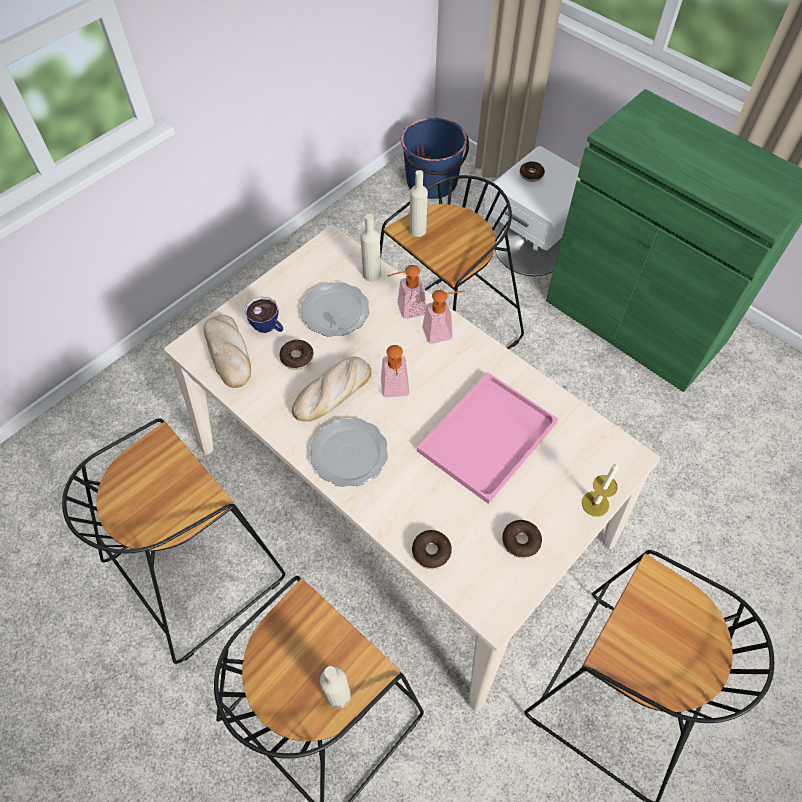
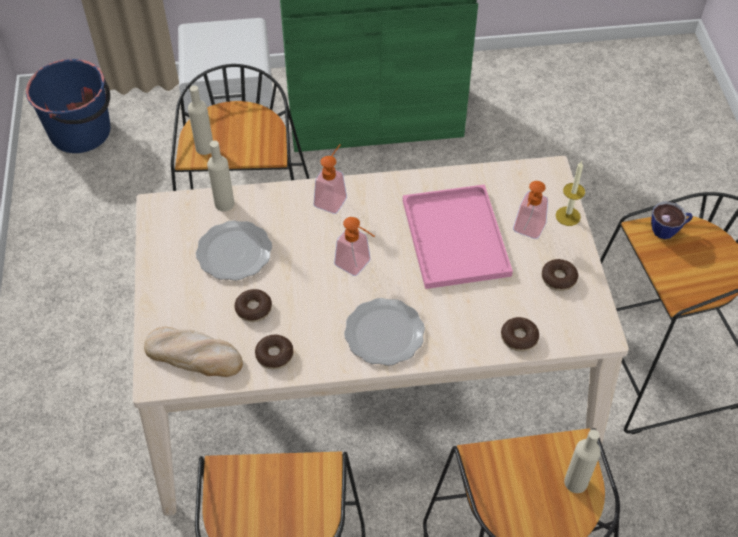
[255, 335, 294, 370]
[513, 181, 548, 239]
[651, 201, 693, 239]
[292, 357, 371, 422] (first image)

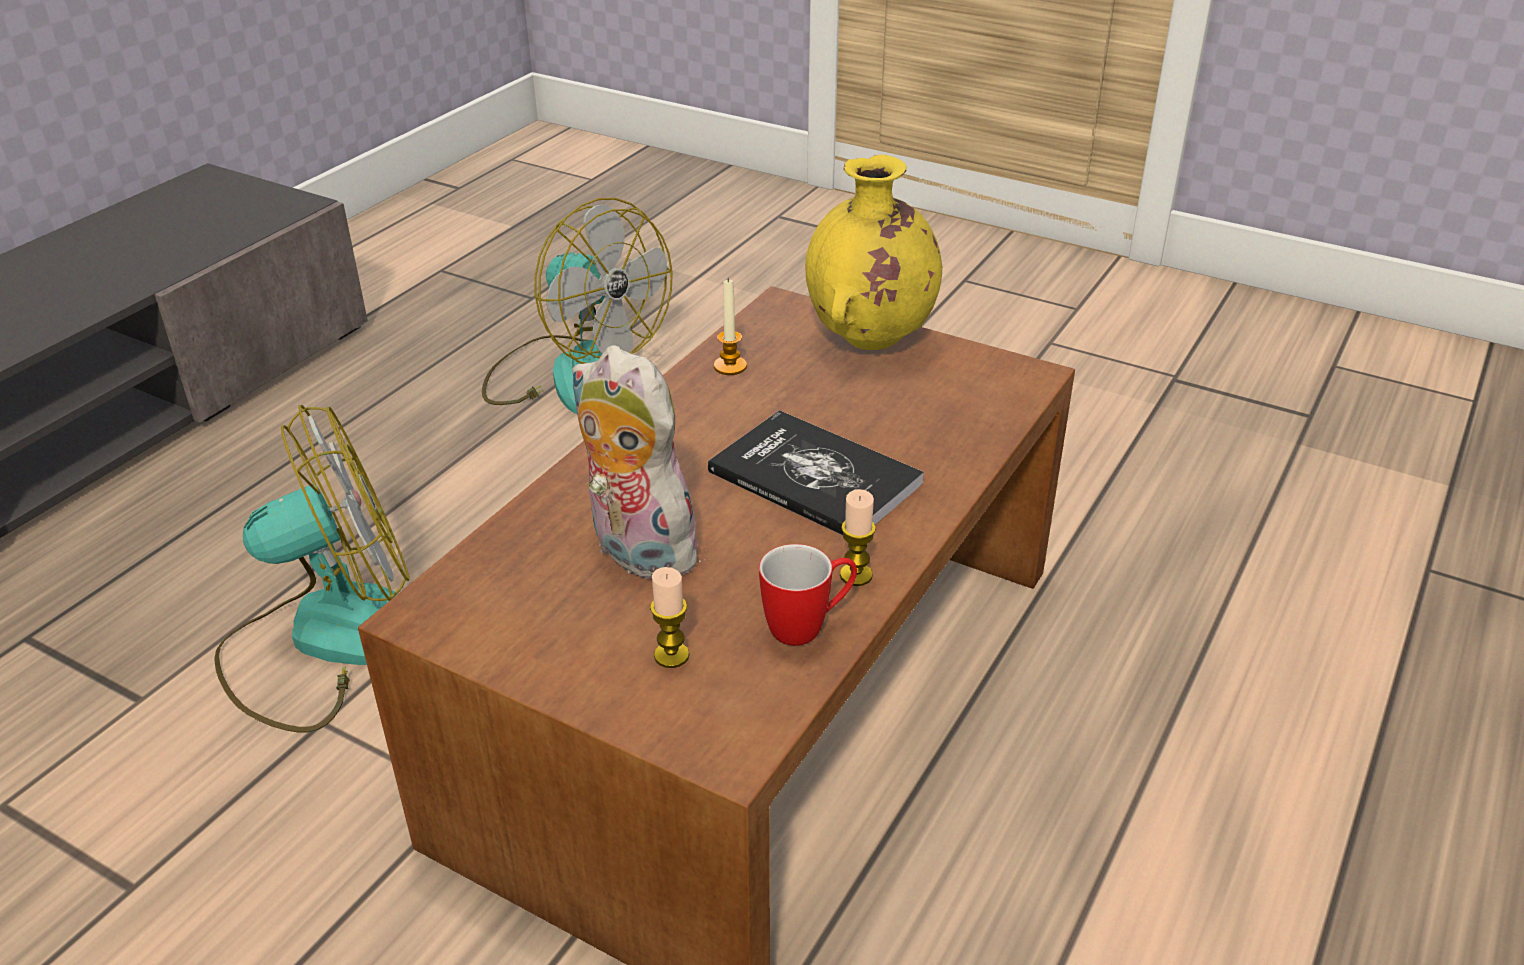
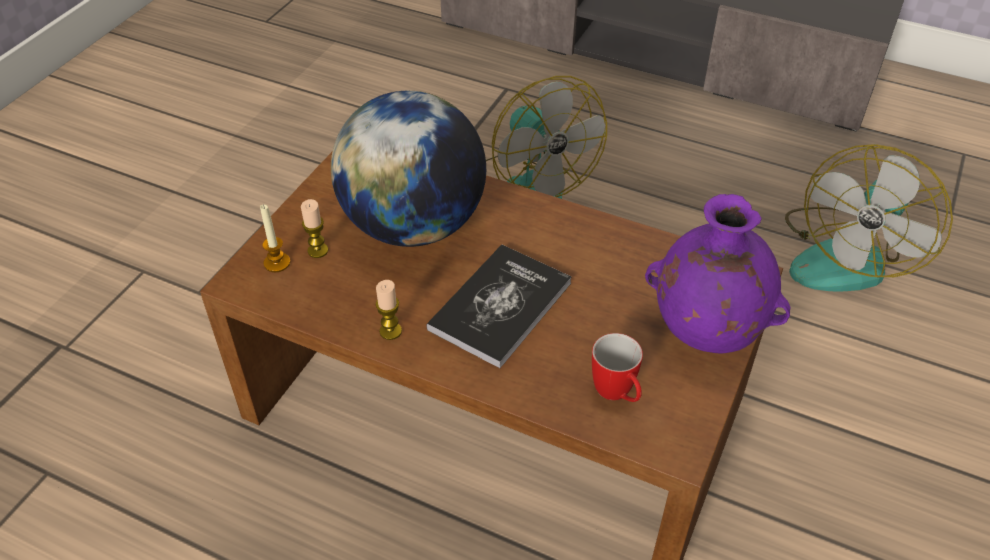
[260, 204, 290, 272]
[331, 91, 486, 247]
[592, 333, 643, 402]
[645, 194, 791, 354]

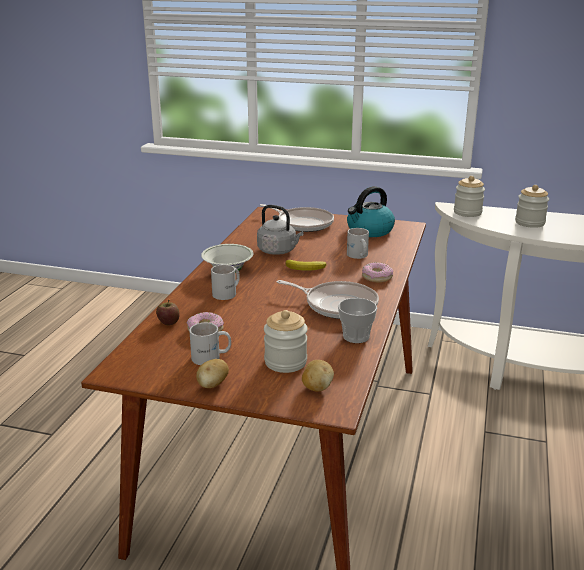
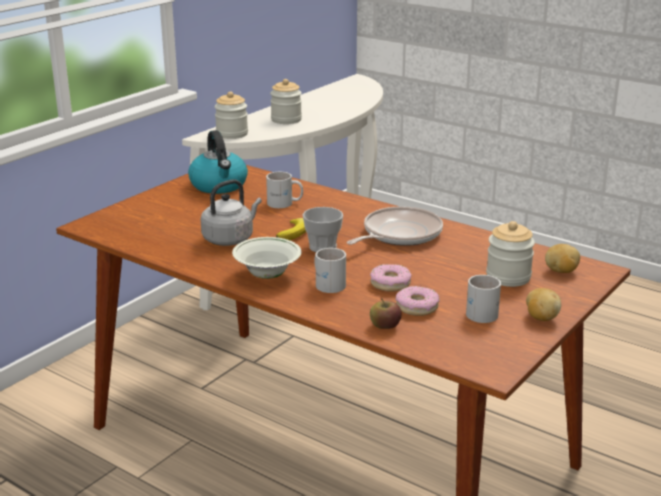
[303, 207, 343, 252]
[370, 264, 412, 292]
[260, 204, 334, 232] (first image)

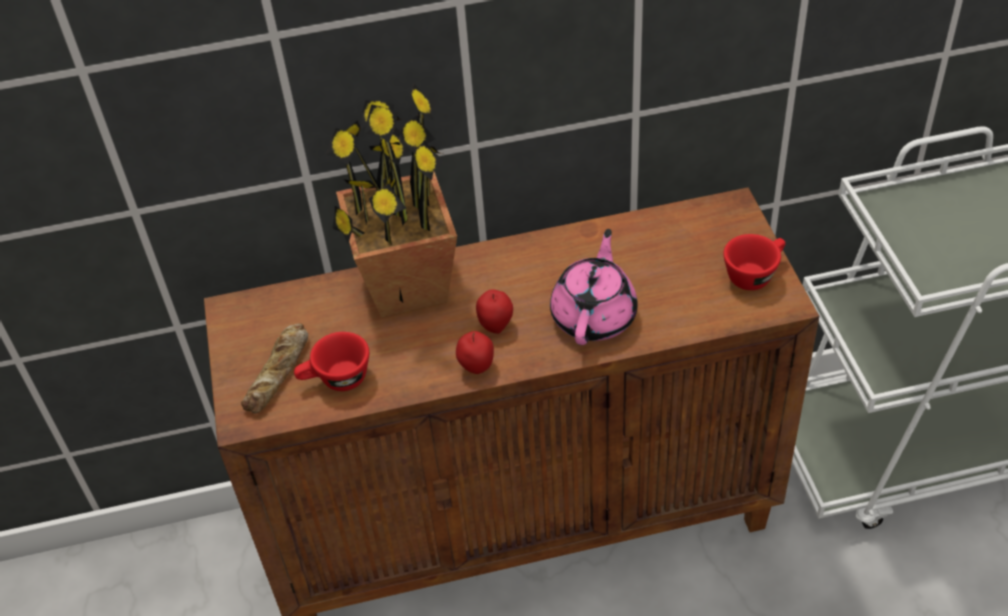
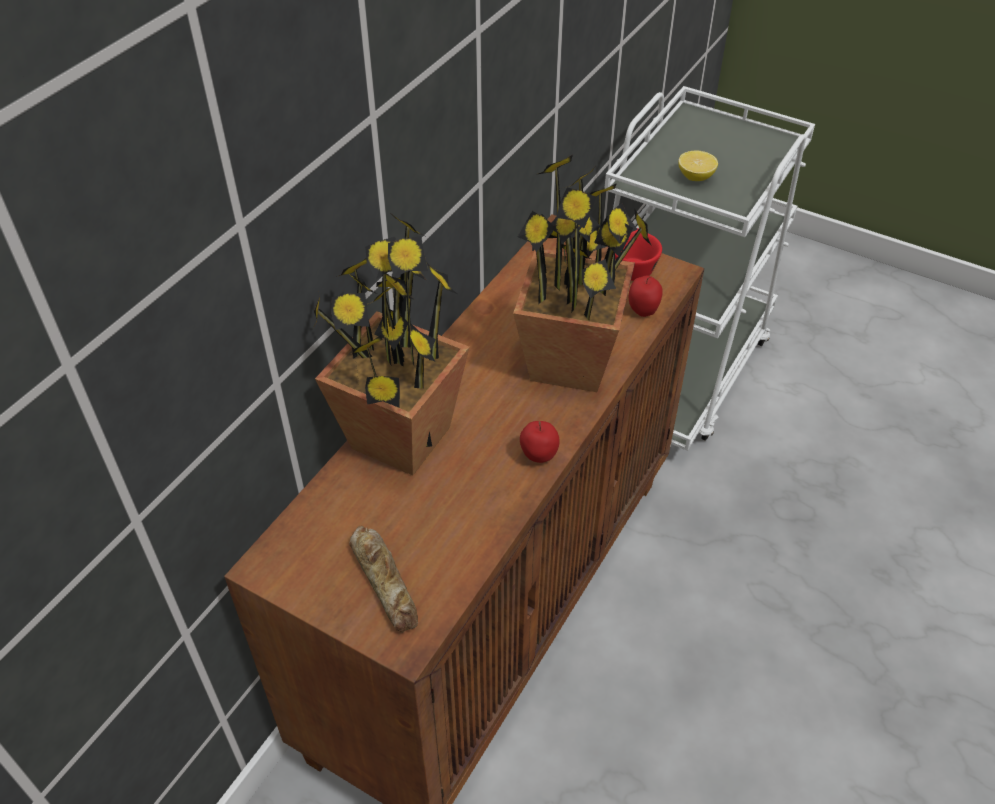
[513, 155, 652, 392]
[629, 276, 663, 317]
[678, 150, 718, 181]
[294, 332, 369, 391] (first image)

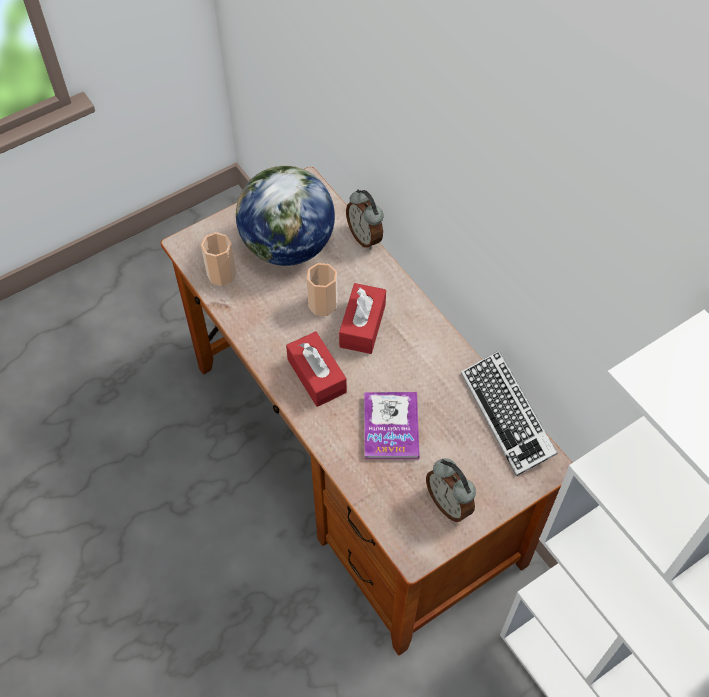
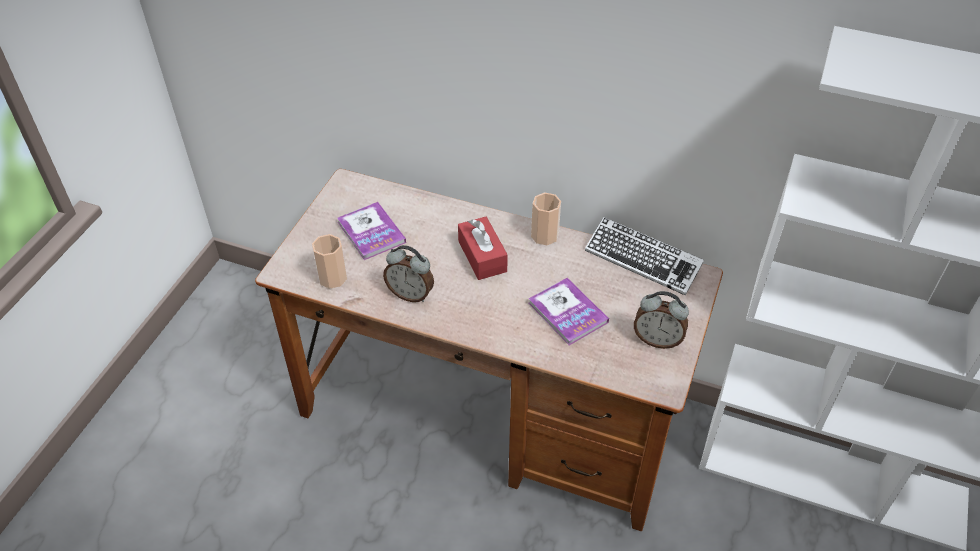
[337, 202, 406, 260]
[383, 245, 434, 302]
[531, 193, 561, 245]
[286, 331, 347, 407] (first image)

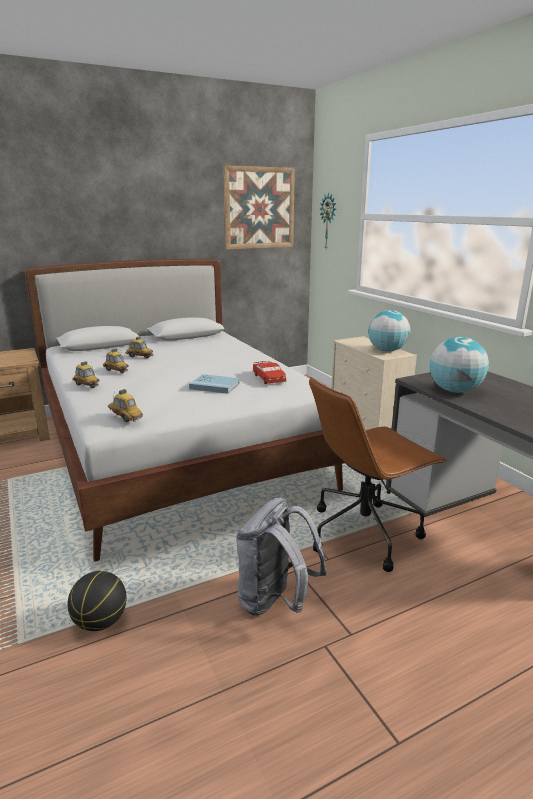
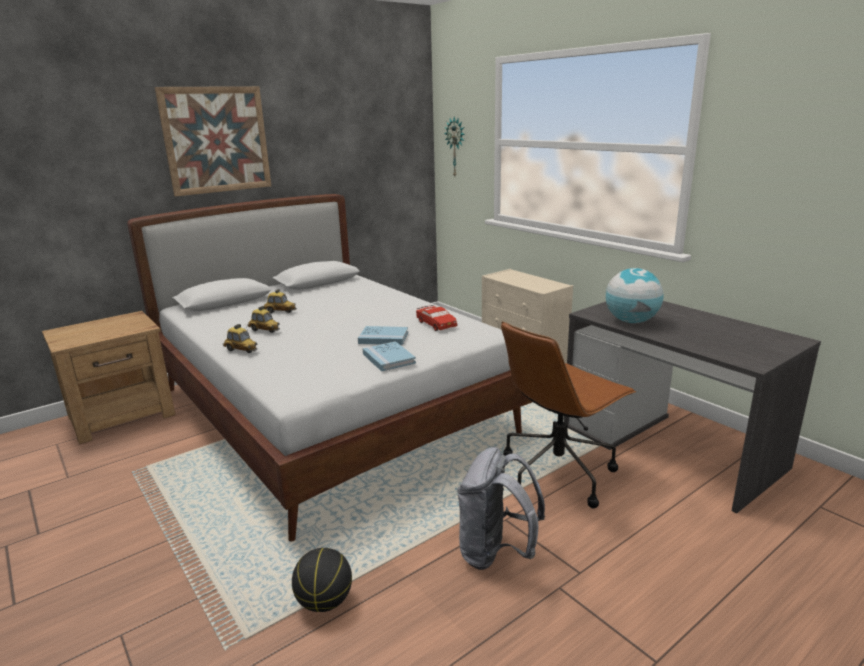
[155, 86, 271, 196]
[363, 341, 416, 371]
[108, 389, 143, 422] (first image)
[368, 310, 410, 352] (first image)

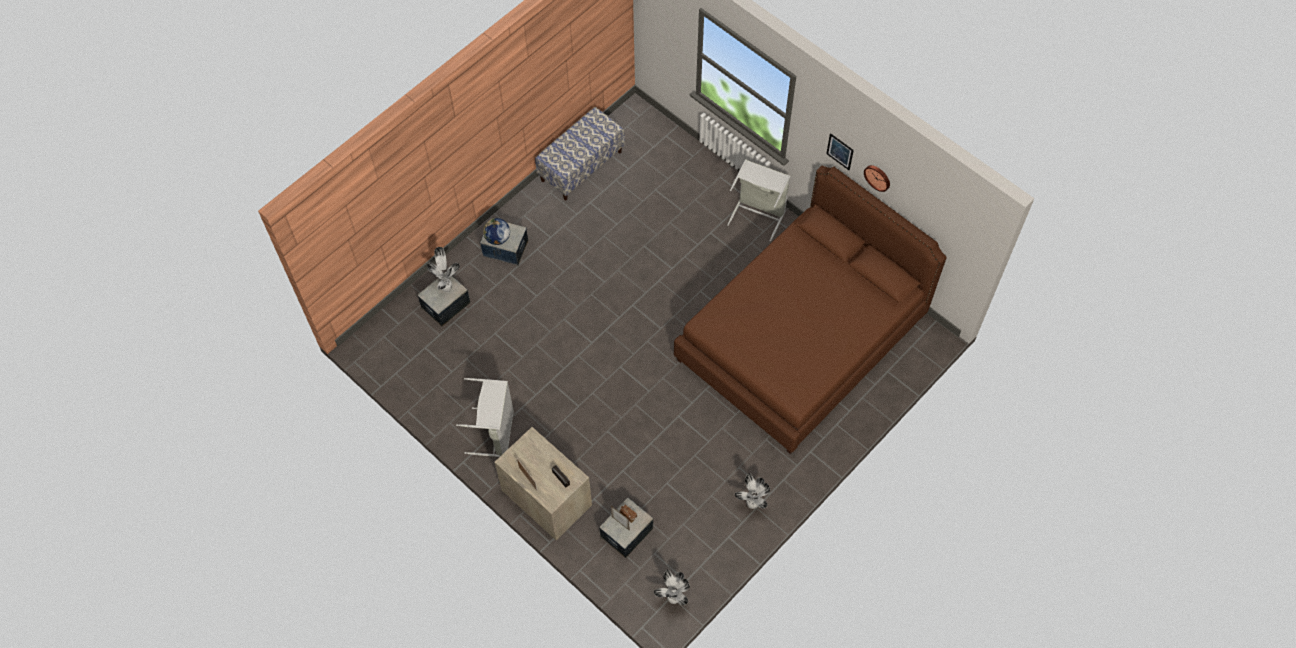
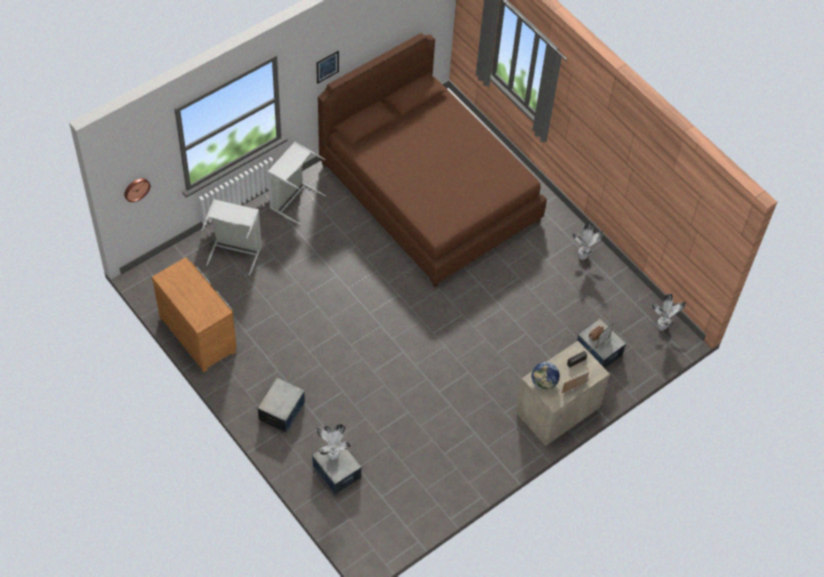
[124, 178, 150, 202]
[152, 257, 236, 372]
[201, 199, 262, 276]
[532, 362, 560, 390]

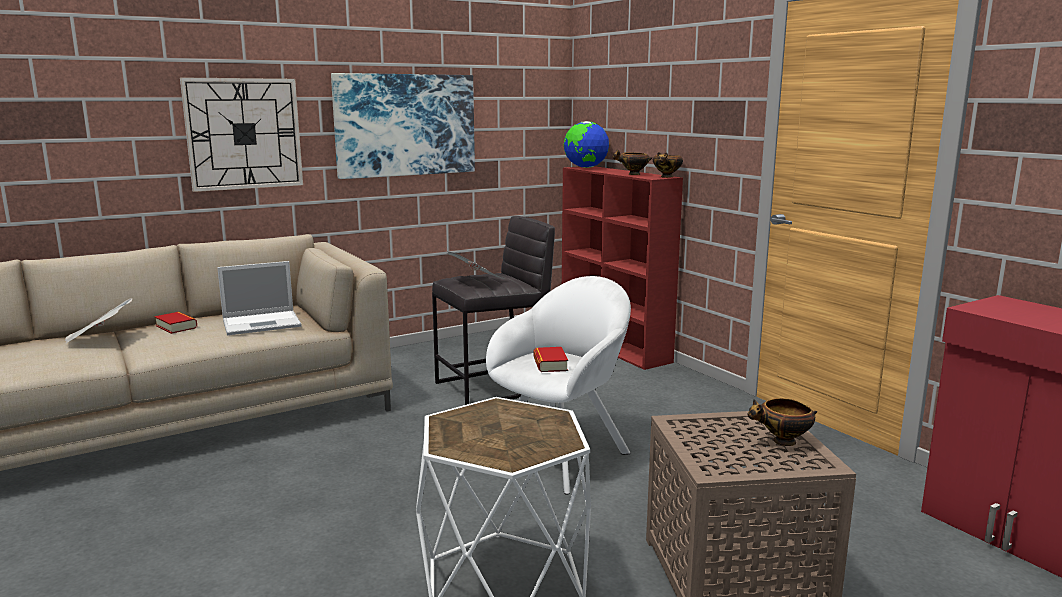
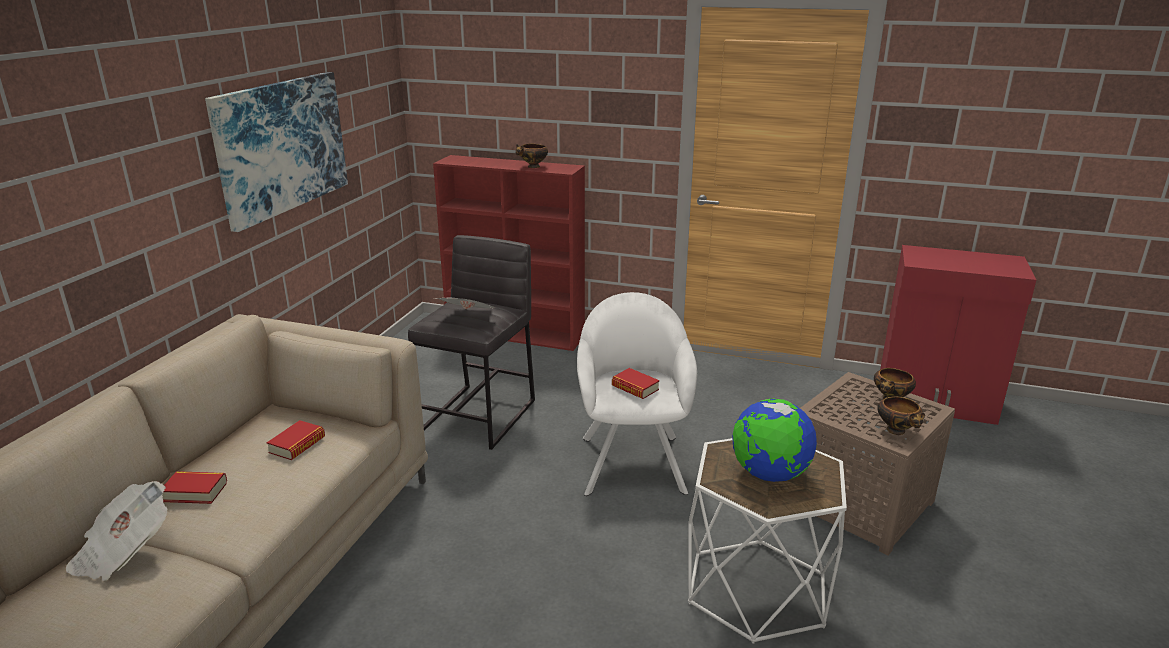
[266, 420, 325, 460]
[732, 398, 817, 482]
[878, 397, 925, 435]
[180, 77, 303, 192] (first image)

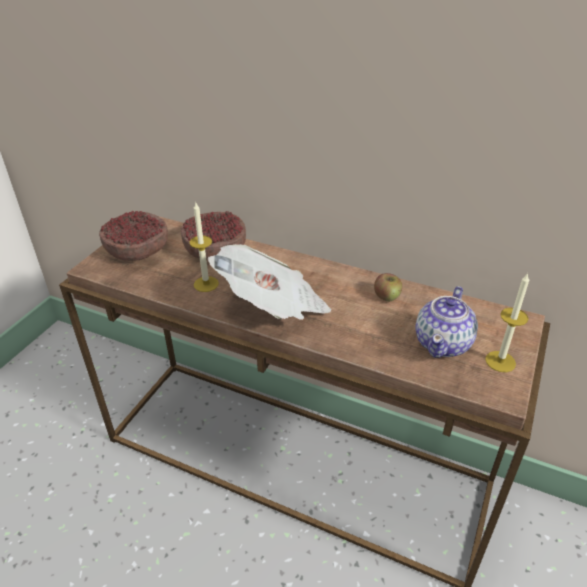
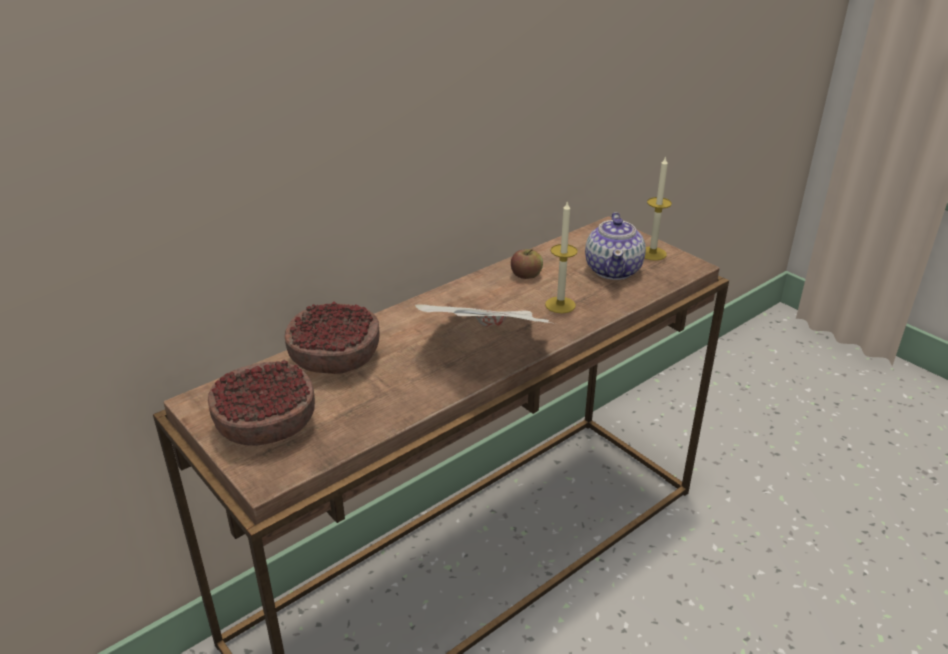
[545, 201, 578, 313]
[585, 212, 646, 280]

